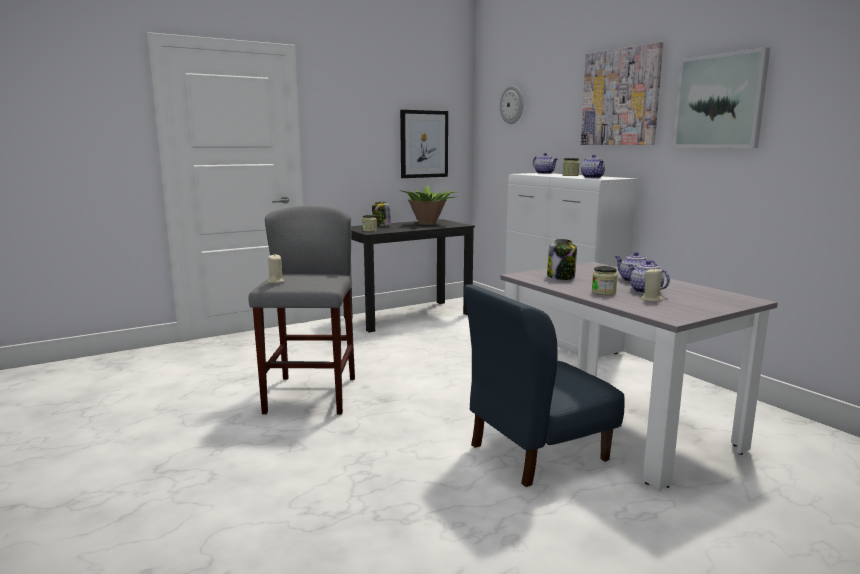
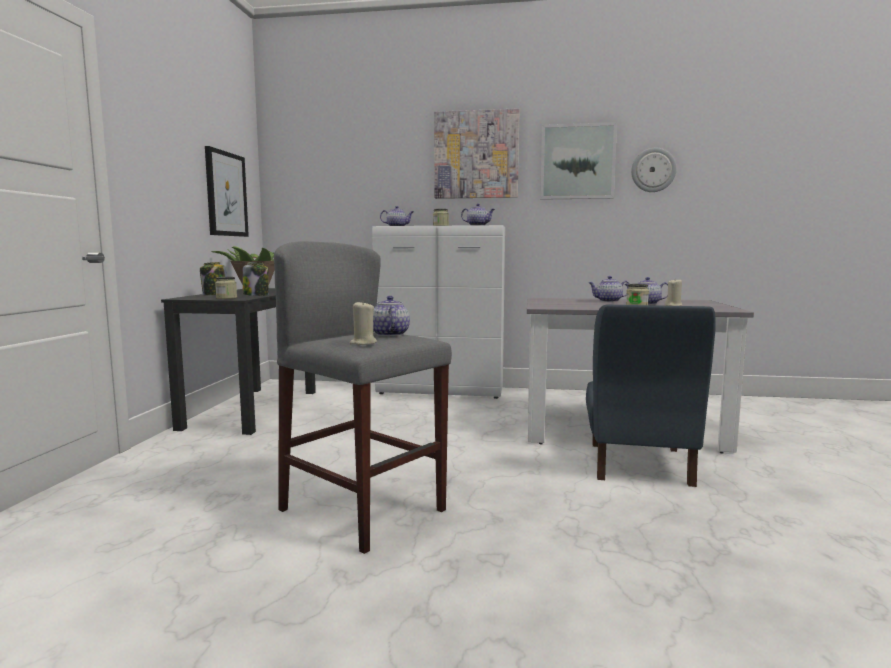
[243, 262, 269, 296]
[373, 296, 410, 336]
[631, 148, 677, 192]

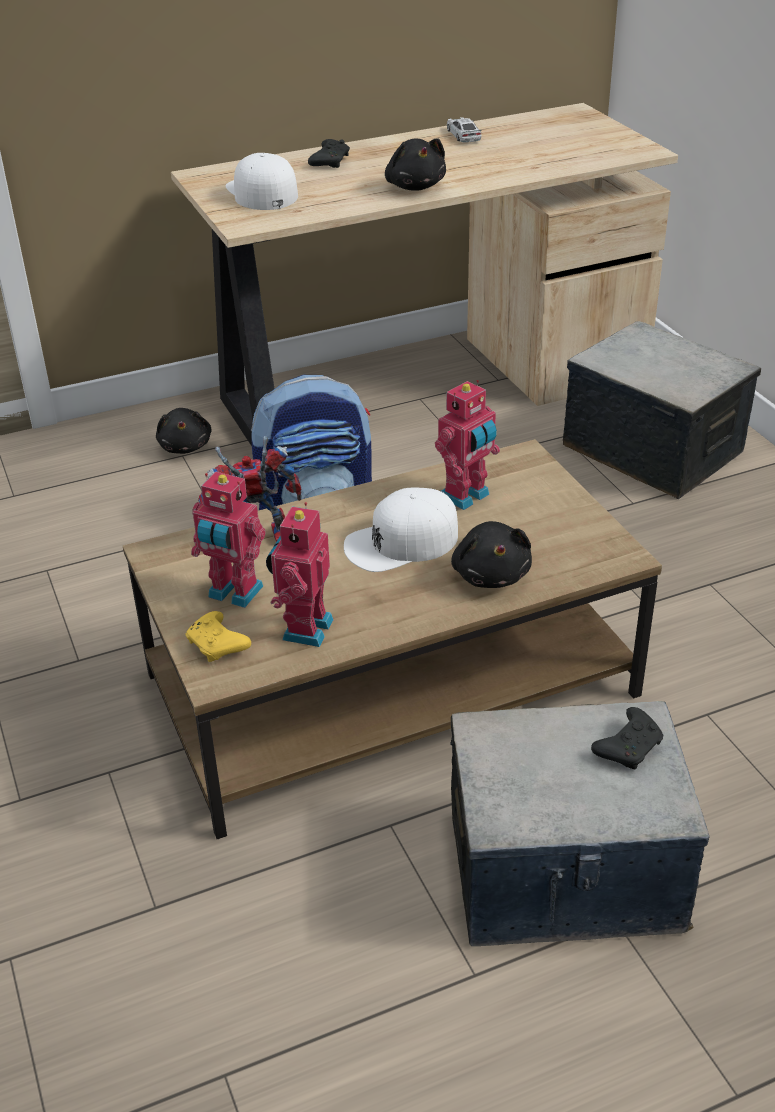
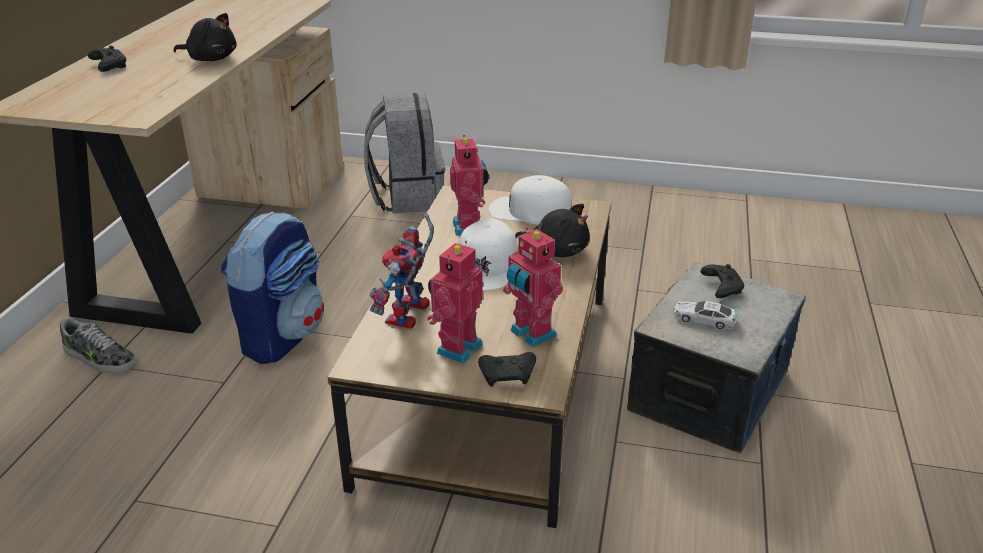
[60, 316, 137, 373]
[364, 93, 445, 214]
[427, 241, 484, 364]
[478, 352, 536, 387]
[489, 175, 572, 225]
[674, 300, 739, 329]

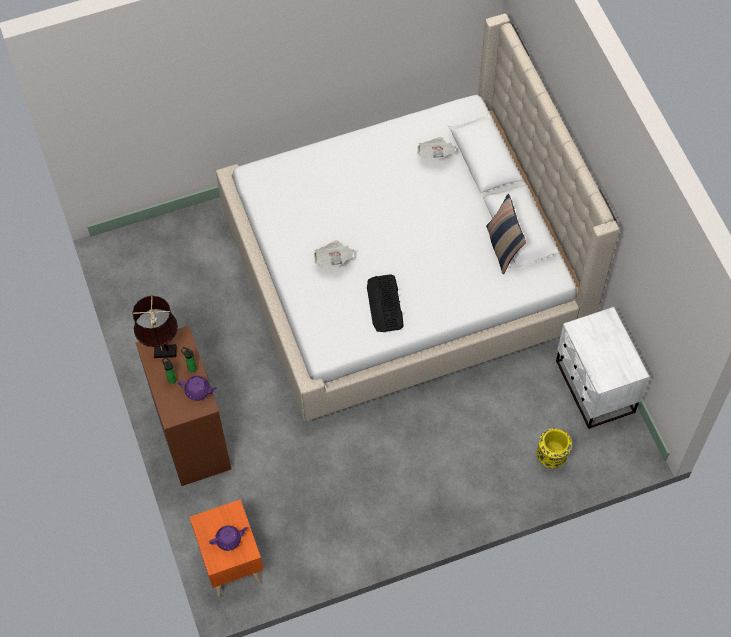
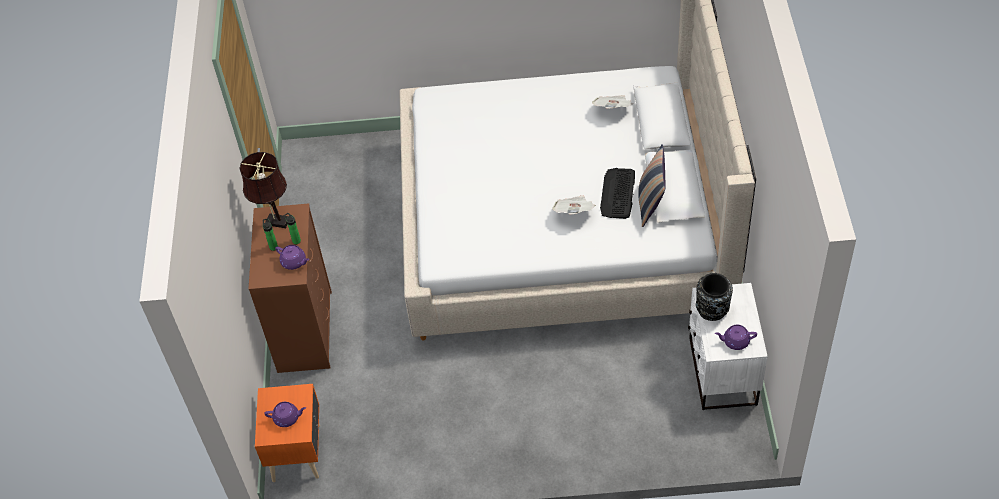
[552, 195, 596, 215]
[600, 168, 635, 219]
[696, 273, 733, 321]
[715, 325, 757, 350]
[537, 428, 572, 468] (first image)

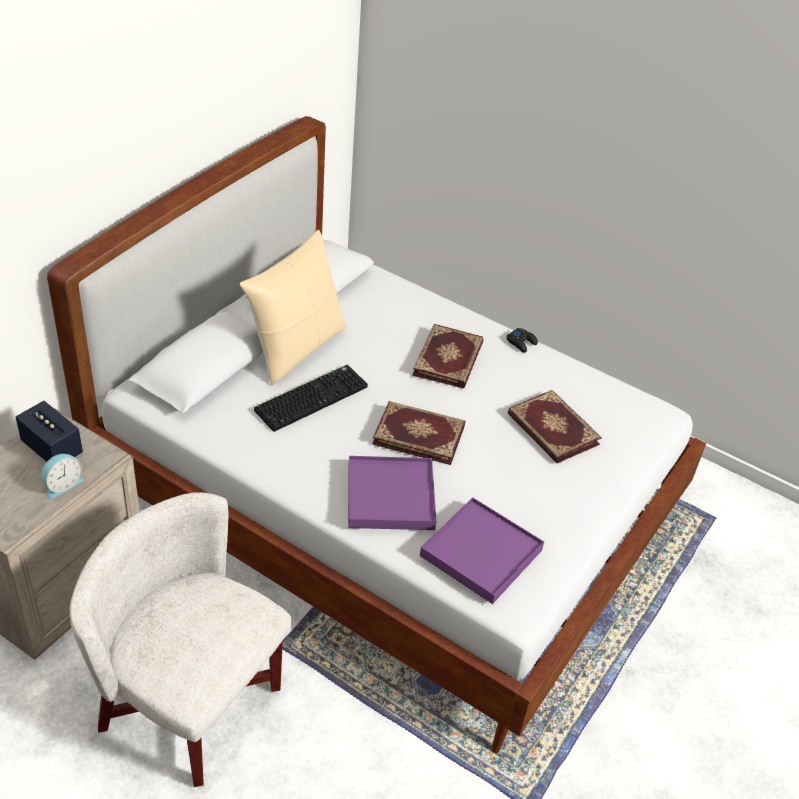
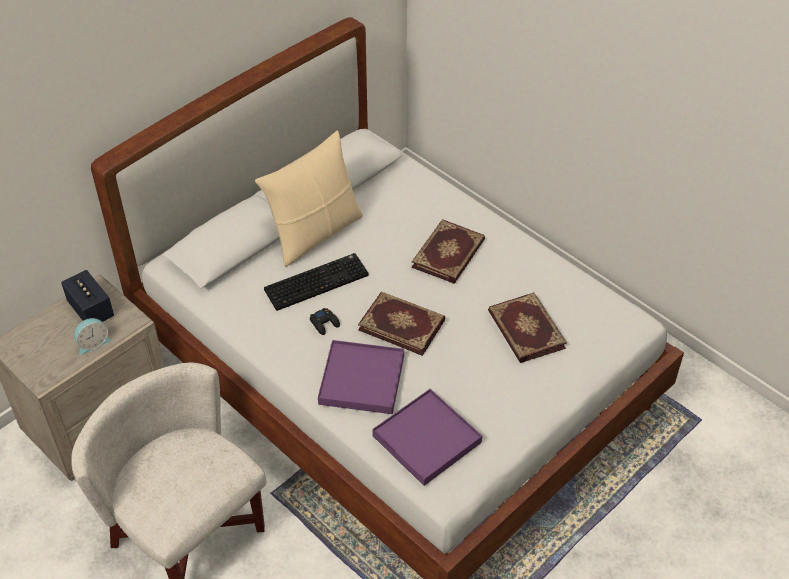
[310, 308, 340, 335]

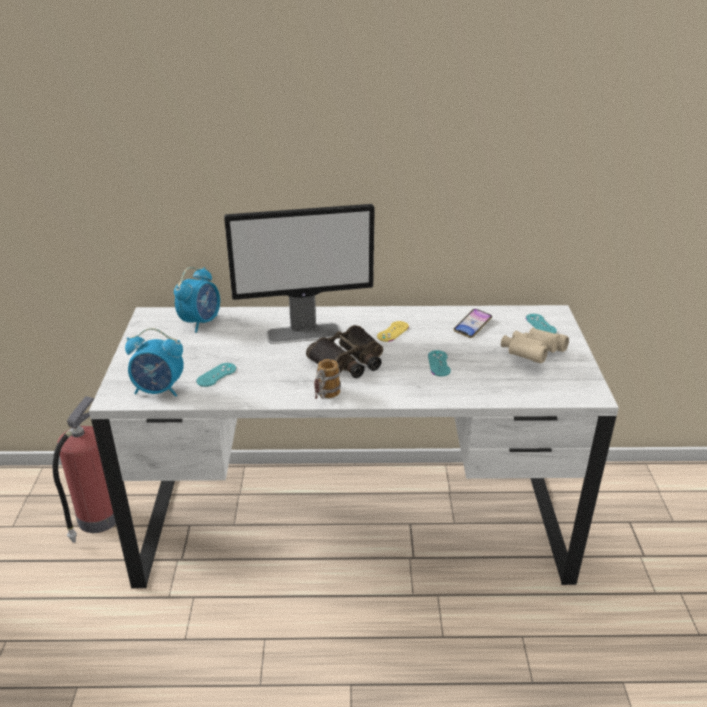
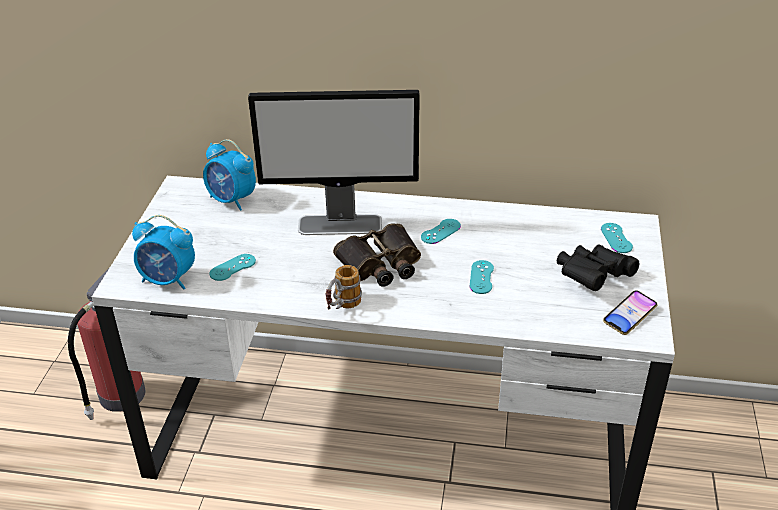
[203, 139, 256, 211]
[421, 219, 461, 244]
[557, 244, 639, 291]
[603, 290, 658, 335]

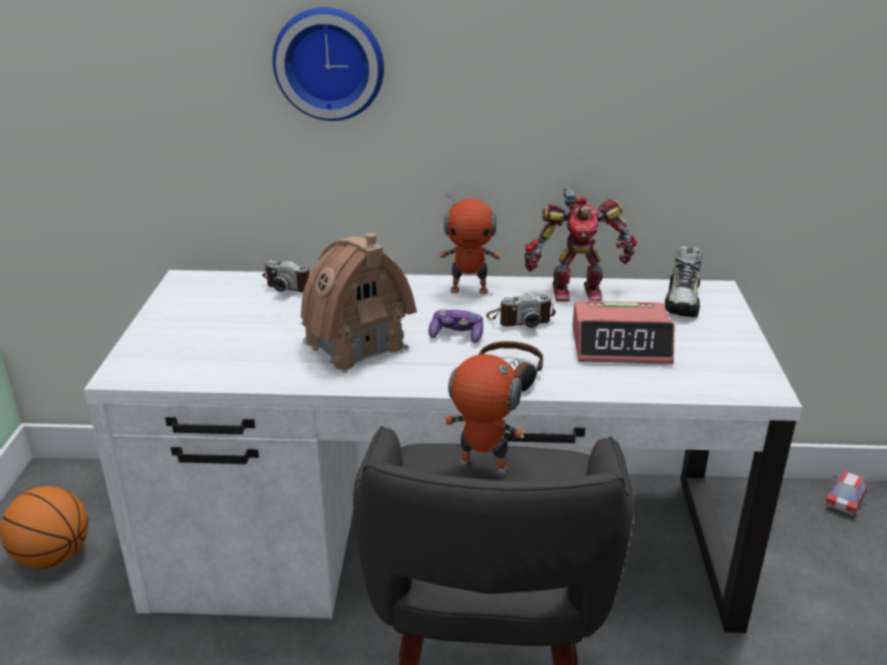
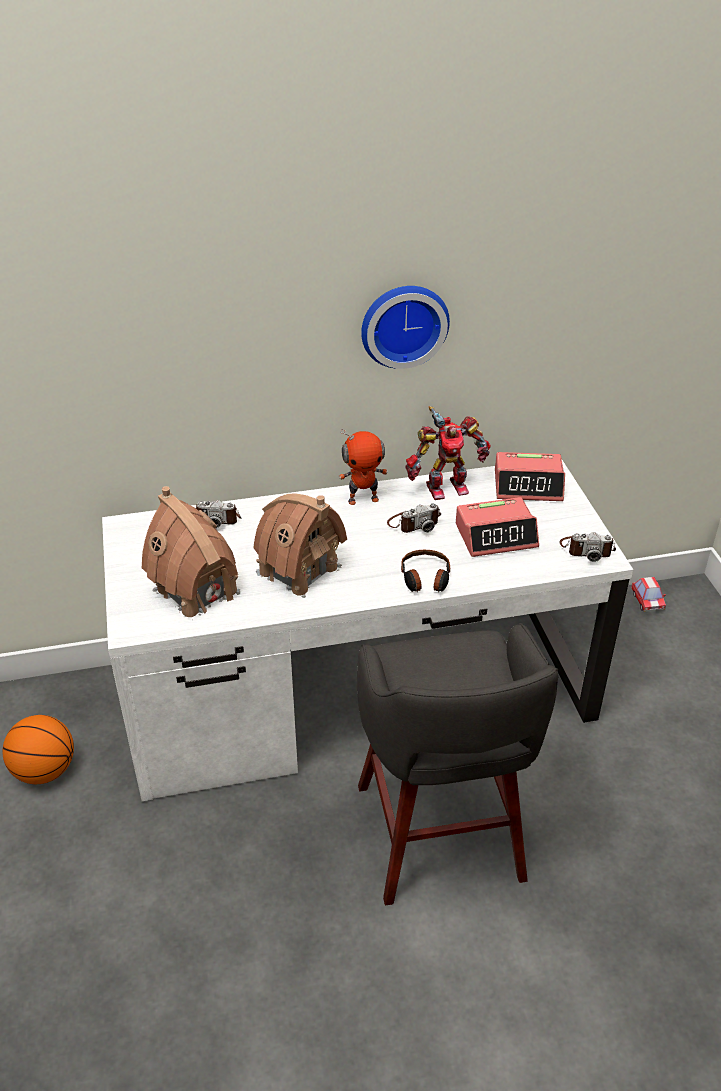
[142, 486, 240, 617]
[361, 286, 450, 369]
[495, 452, 565, 501]
[560, 532, 616, 562]
[631, 577, 666, 612]
[429, 309, 483, 343] (first image)
[443, 354, 525, 477] (first image)

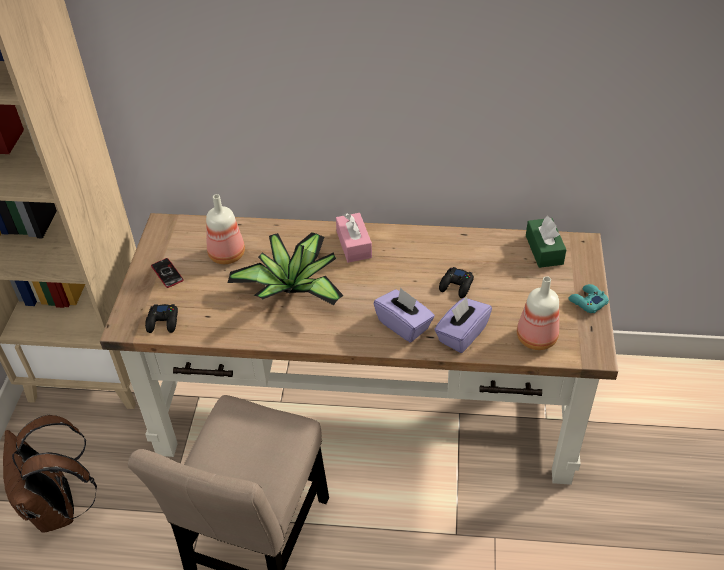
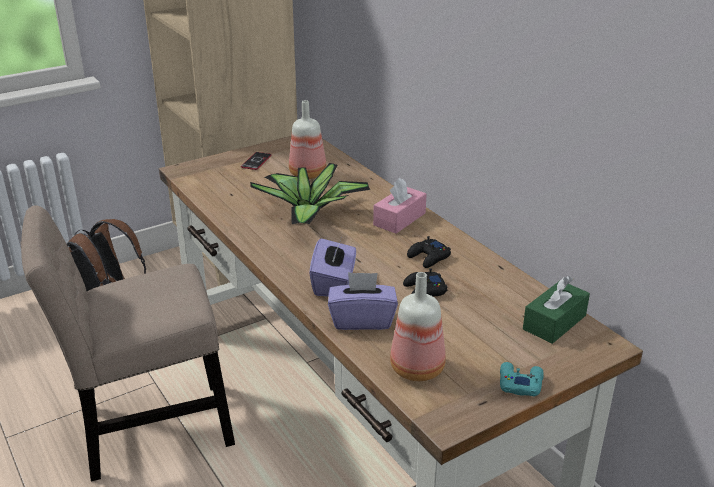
[407, 236, 451, 268]

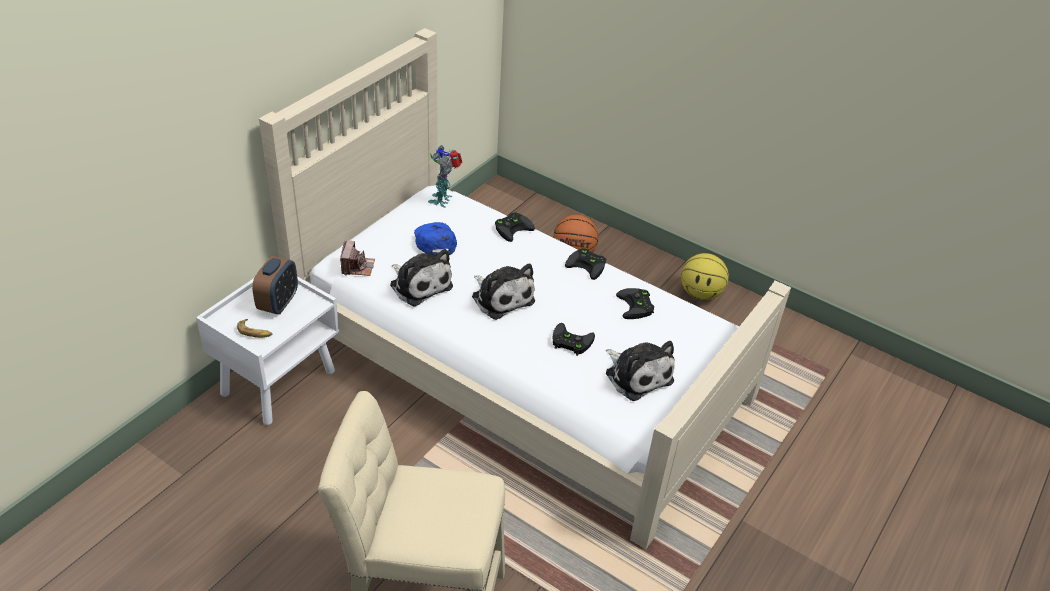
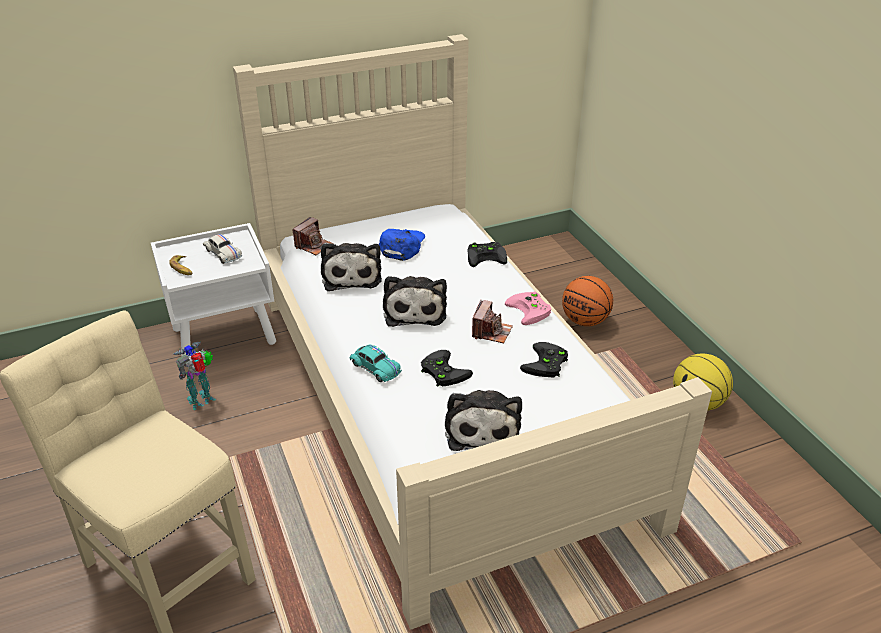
[173, 342, 216, 410]
[203, 234, 243, 264]
[350, 344, 402, 382]
[472, 300, 513, 343]
[505, 291, 551, 325]

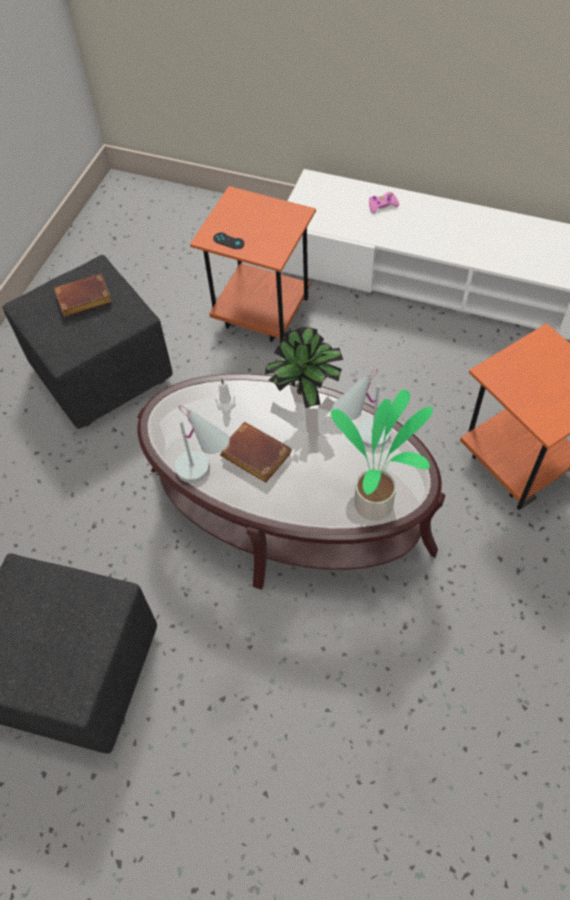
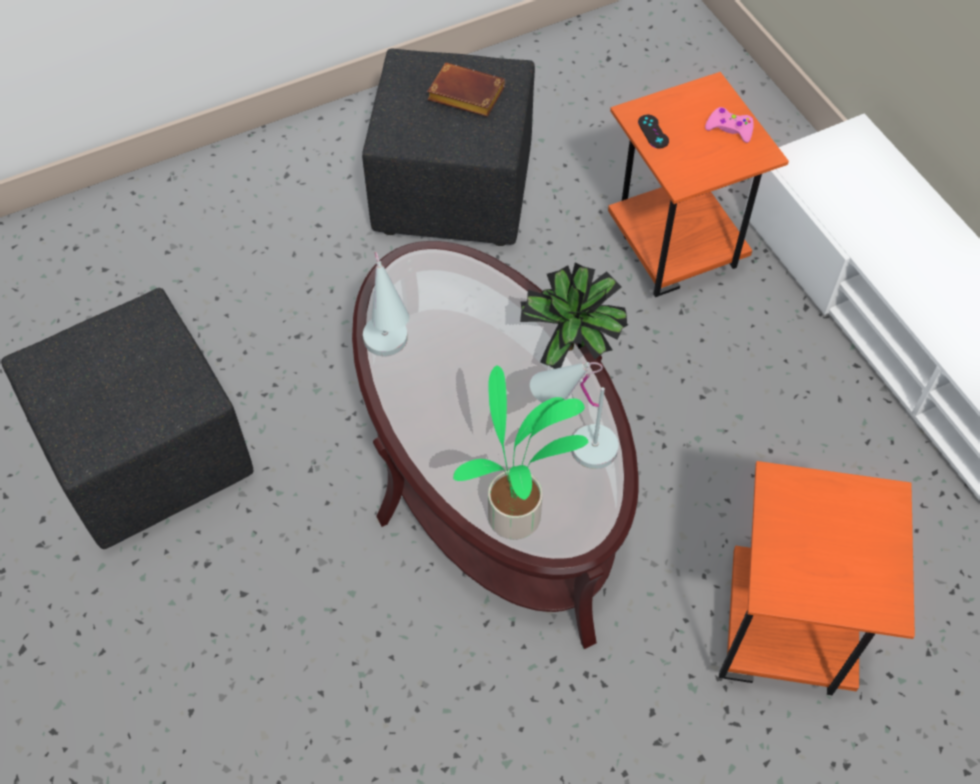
[705, 107, 753, 143]
[215, 378, 235, 413] (first image)
[220, 422, 291, 483] (first image)

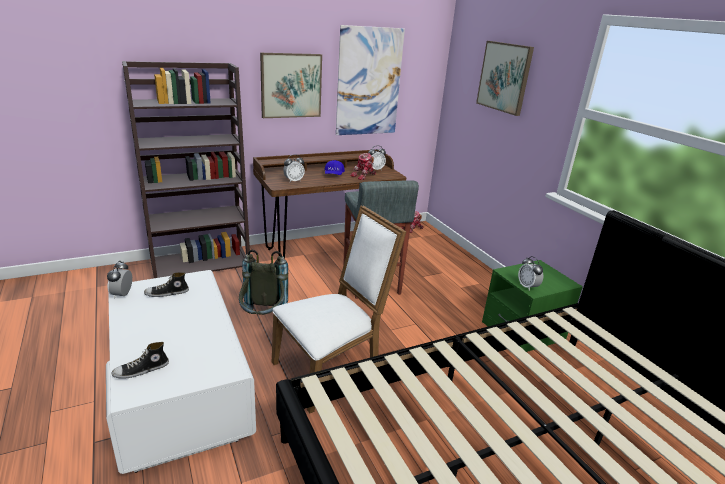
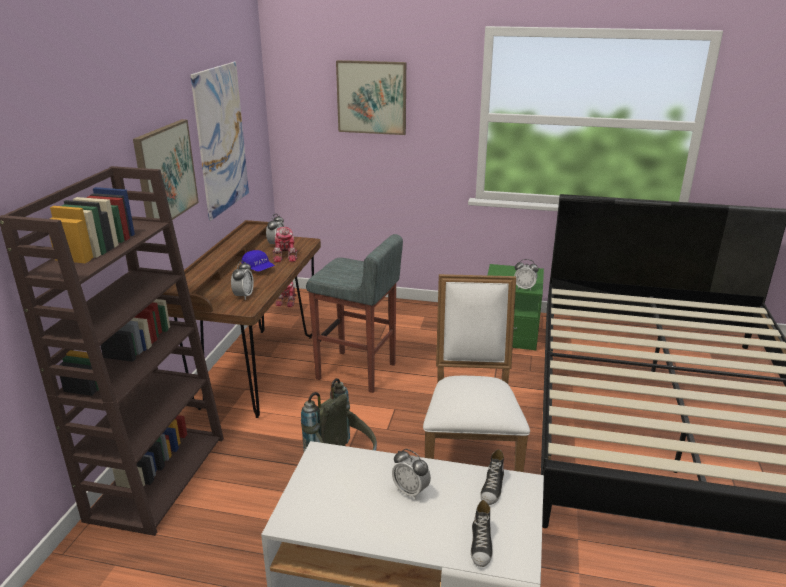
[392, 449, 431, 500]
[480, 449, 504, 505]

